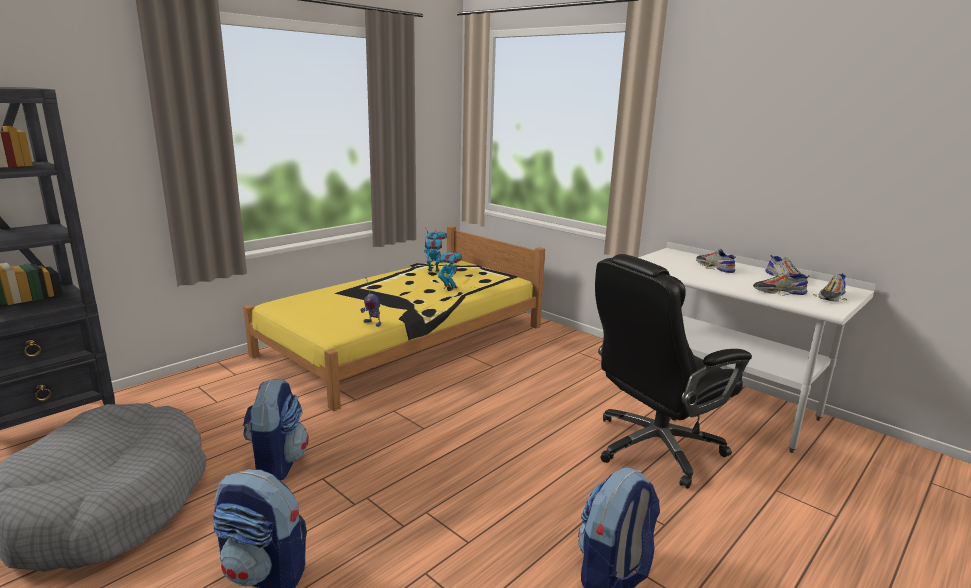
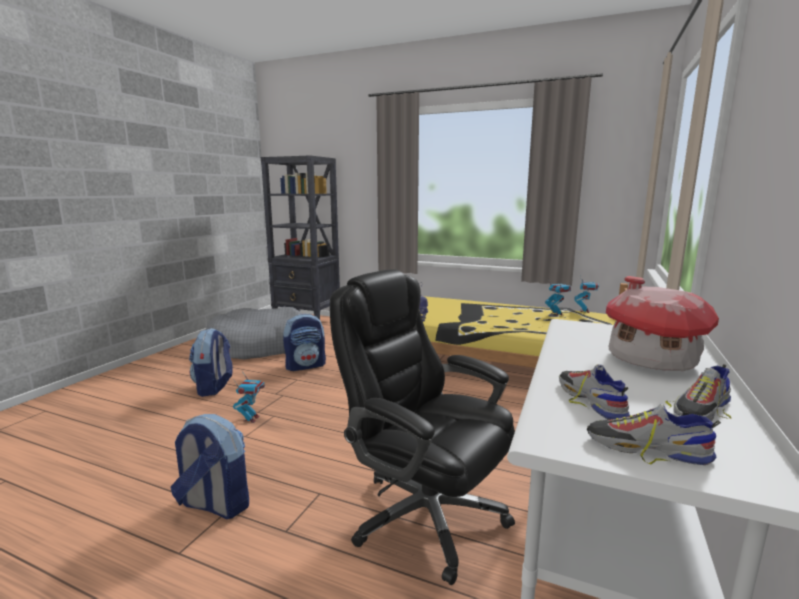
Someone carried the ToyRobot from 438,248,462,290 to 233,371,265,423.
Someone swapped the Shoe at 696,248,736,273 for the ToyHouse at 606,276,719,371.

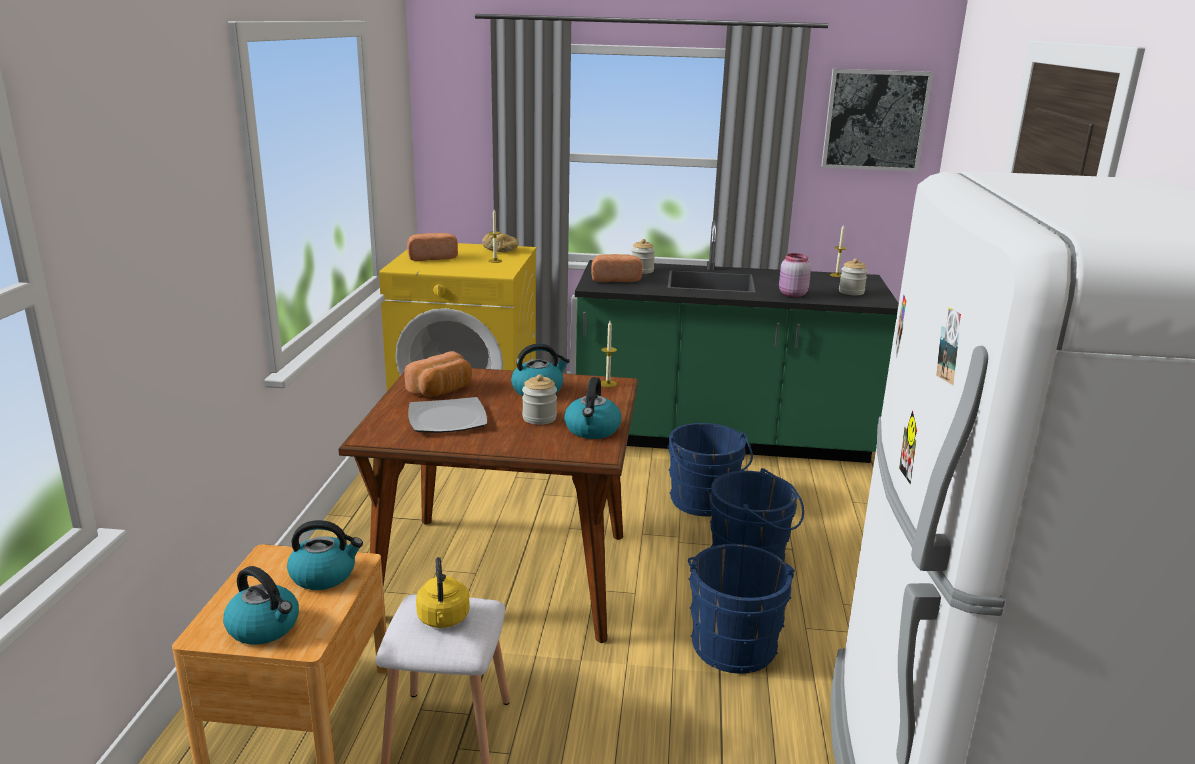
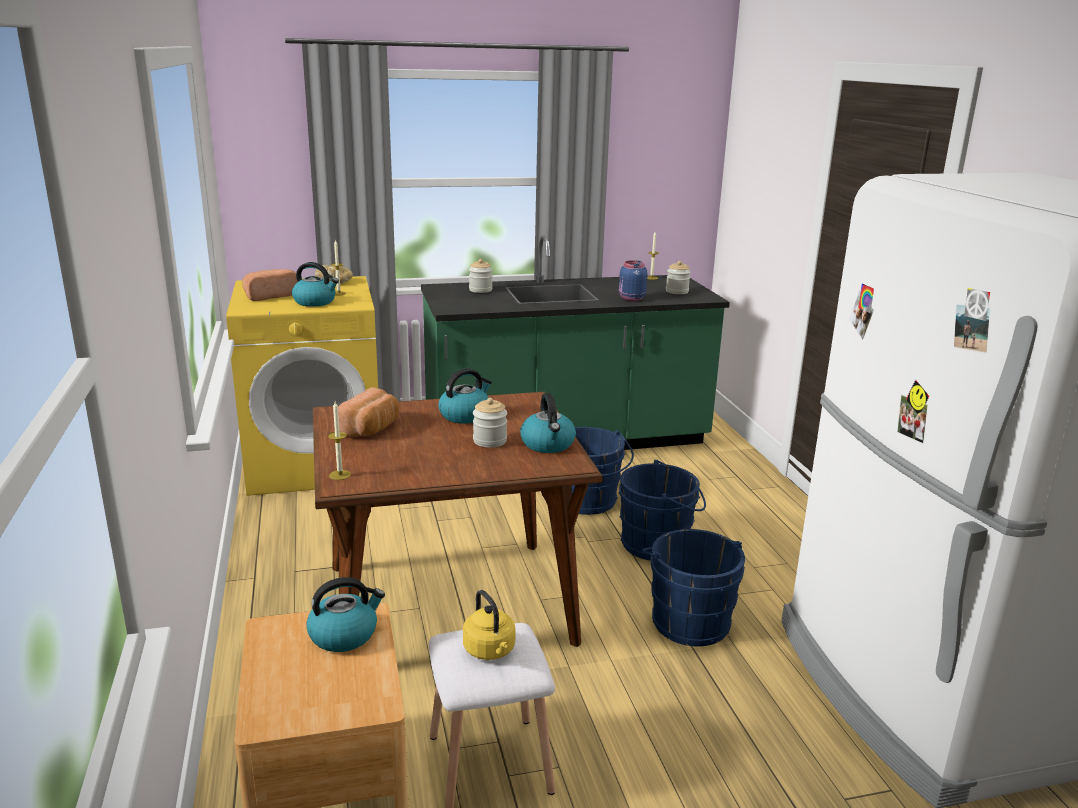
Someone carried the Kettle from 223,566,299,645 to 292,262,339,307.
Someone carried the Candle from 601,321,617,388 to 328,401,351,480.
Someone repainted the PinkJar at 779,253,811,297, which became the BlueJar at 619,260,647,301.
Someone took away the Plate at 408,397,487,433.
Someone took away the Bread at 591,254,642,282.
Someone took away the Picture at 821,69,933,171.

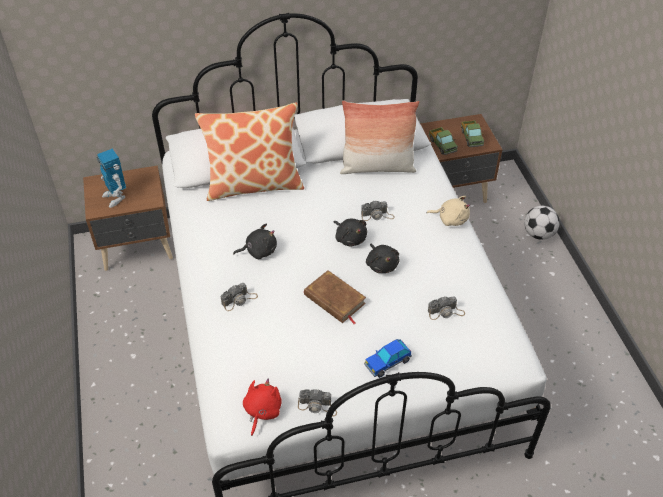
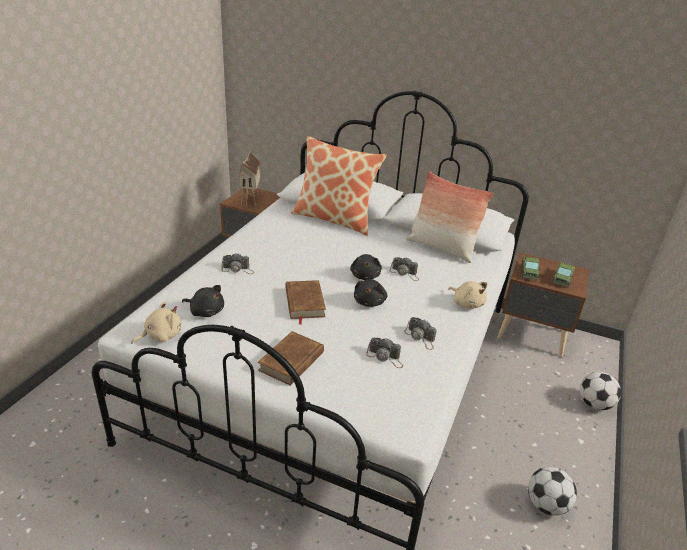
Someone repainted the RedPlushToy at 243,379,282,436, which became the BeigePlushToy at 131,301,181,344.
Someone carried the BlackPlushToy from 233,223,277,259 to 182,285,224,317.
Someone swapped the ToyRobot at 97,149,126,208 for the ToyHouse at 239,151,261,208.
Someone swapped the ToyCar at 364,339,412,378 for the BrownBook at 258,331,324,386.
Someone carried the PhotoCamera from 298,389,337,417 to 404,317,436,350.
Someone put down the Football at 528,467,577,515.

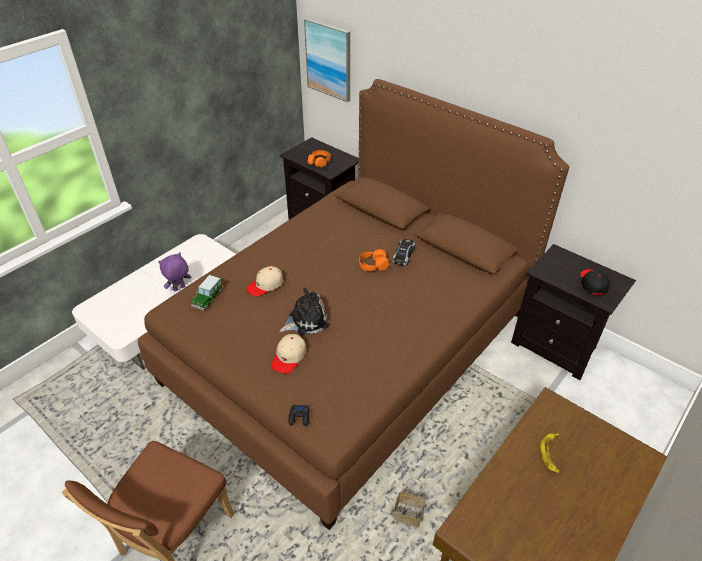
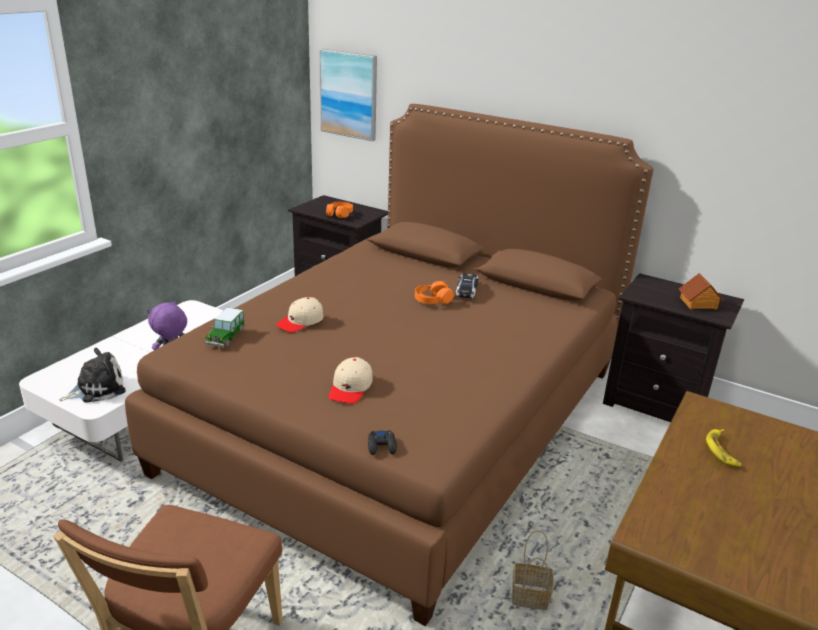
Someone carried the PlushToy from 279,288,329,335 to 59,348,126,403.
Someone swapped the BlackCap at 581,269,610,295 for the ToyHouse at 679,273,724,310.

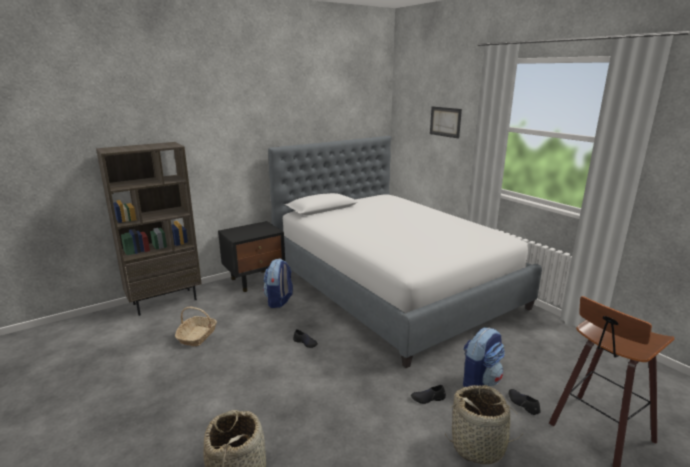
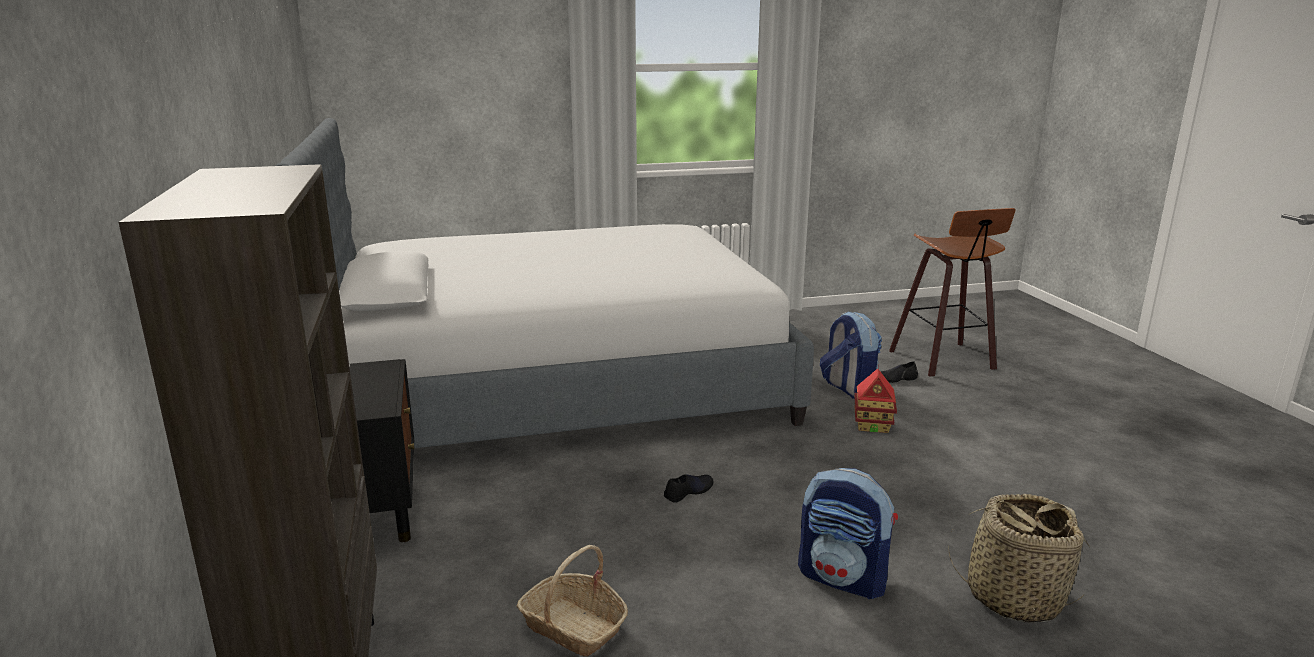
Someone carried the Backpack from 263,258,293,308 to 798,468,898,599.
Someone swapped the BlackShoe at 411,385,446,404 for the ToyHouse at 854,369,897,433.
Someone took away the Picture at 430,106,462,139.
Someone took away the Basket at 445,385,522,464.

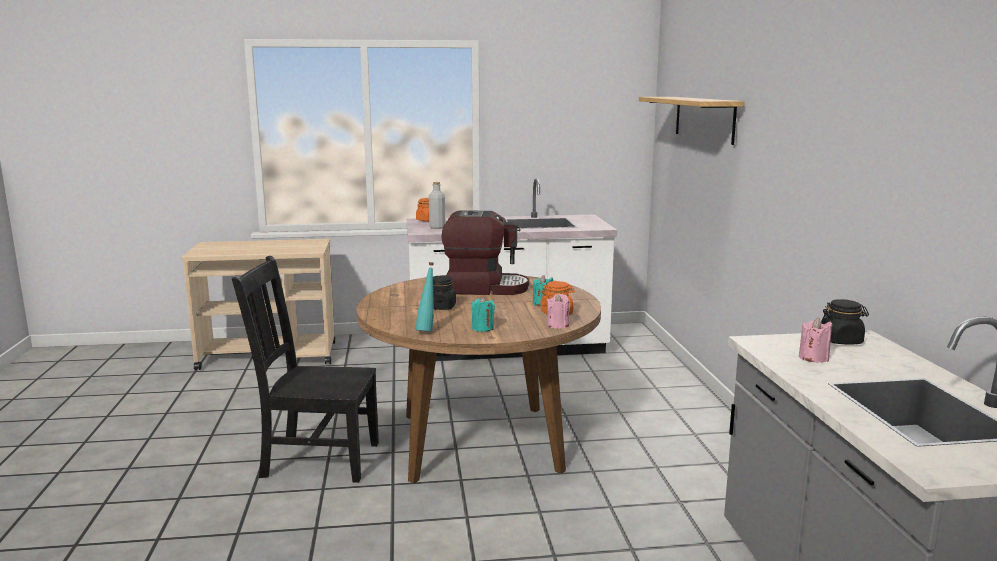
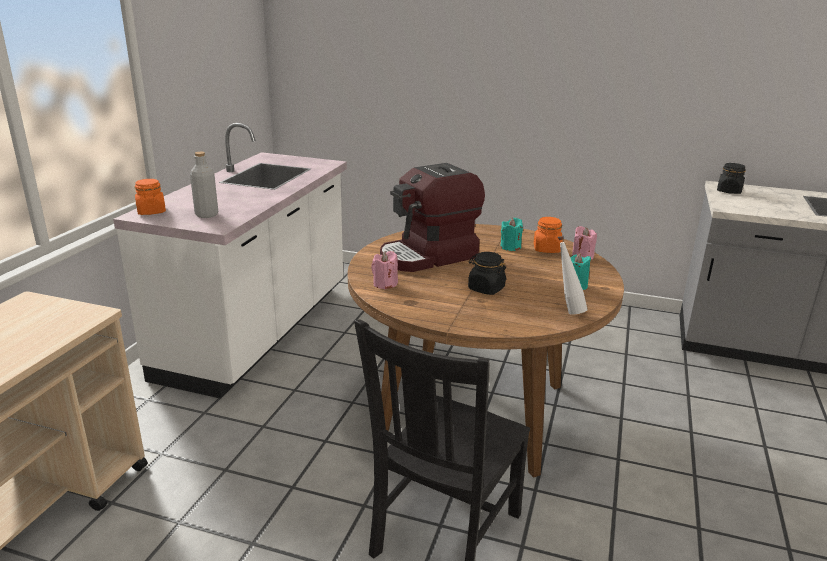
Someone carried the PinkCandle from 799,318,833,363 to 371,251,398,289.
Someone rotated the CoffeeMachine at 441,210,529,295 by 150 degrees counterclockwise.
Someone repainted the TurquoiseBottle at 416,262,434,332, which became the WhiteBottle at 558,236,588,315.
Someone took away the Shelf at 639,97,744,145.

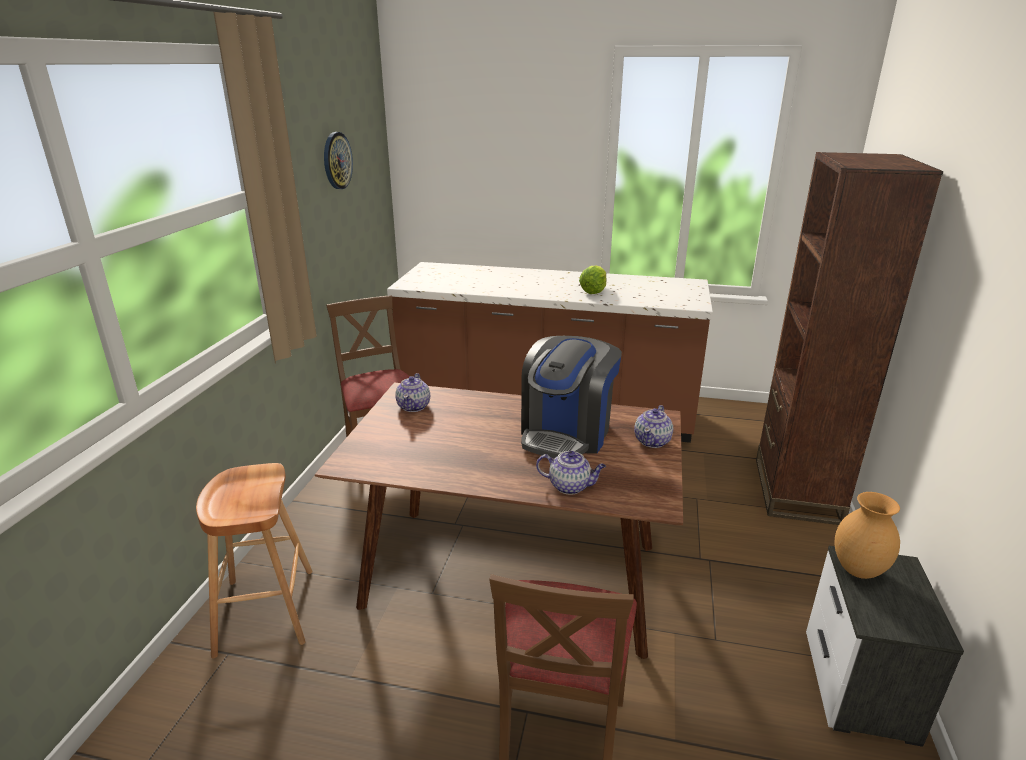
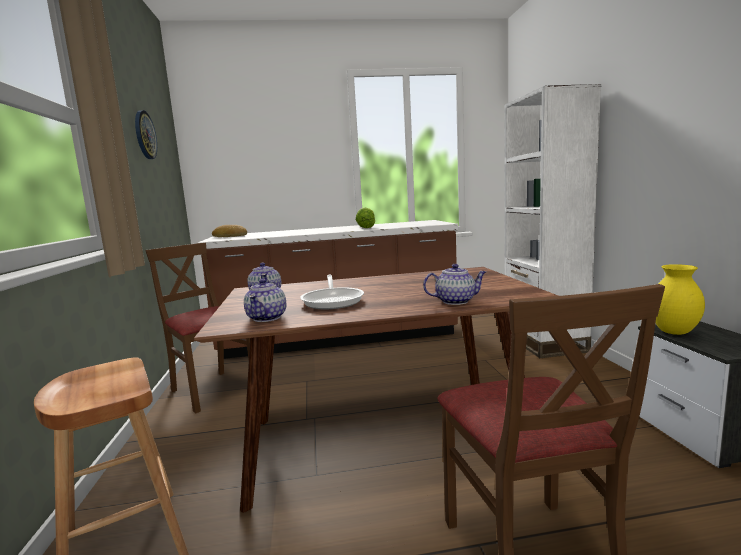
Someone put down the Bread at 212,225,247,237.
Someone carried the Teapot from 634,405,673,448 to 244,279,286,322.
Someone put down the FryingPan at 300,275,364,309.
Someone repainted the BrownBookcase at 756,152,943,525, which became the WhiteBookcase at 504,84,601,358.
Someone repainted the BrownVase at 834,492,900,579, which became the YellowVase at 656,264,705,335.
Someone took away the CoffeeMachine at 521,336,622,458.

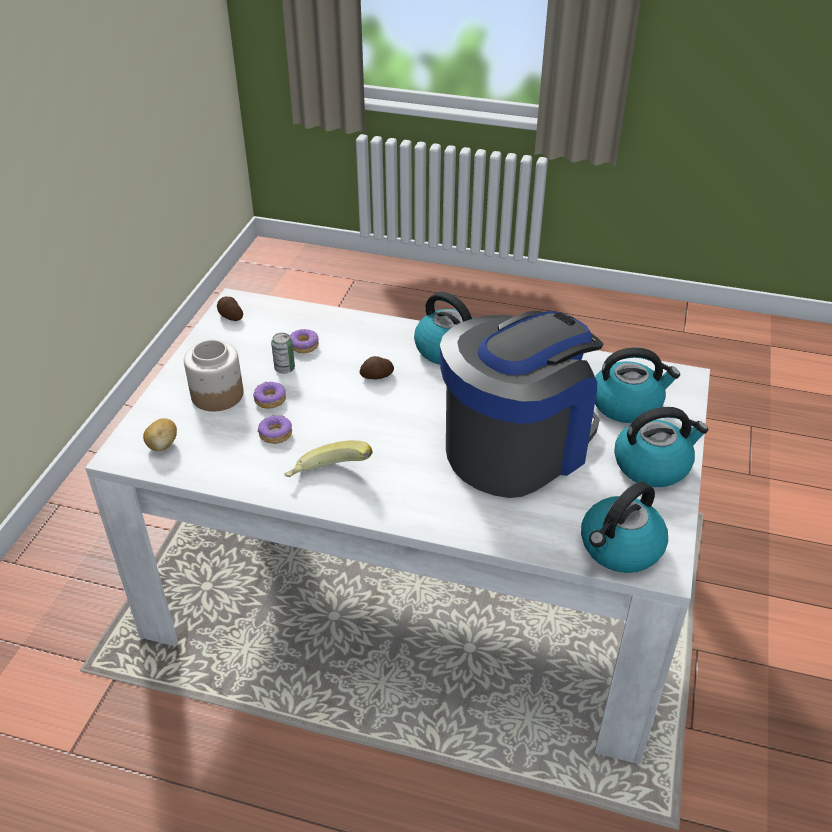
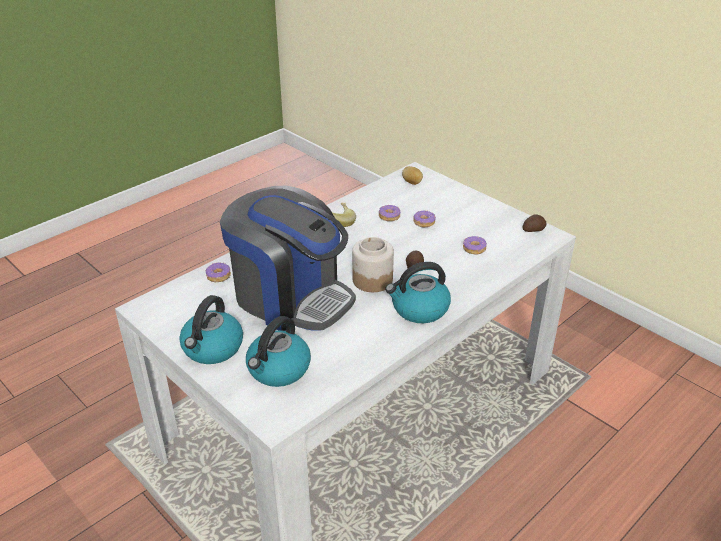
Someone put down the Donut at 206,262,231,282.
Someone rotated the CoffeeMachine at 440,311,604,498 by 45 degrees counterclockwise.
Someone carried the Jar from 184,340,243,411 to 352,237,394,292.
Someone took away the Can at 271,333,295,374.
Someone took away the Kettle at 581,482,668,573.

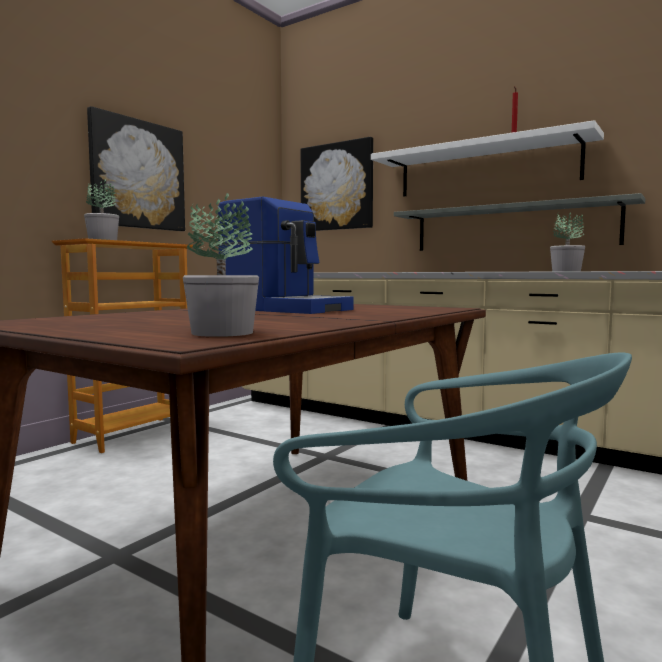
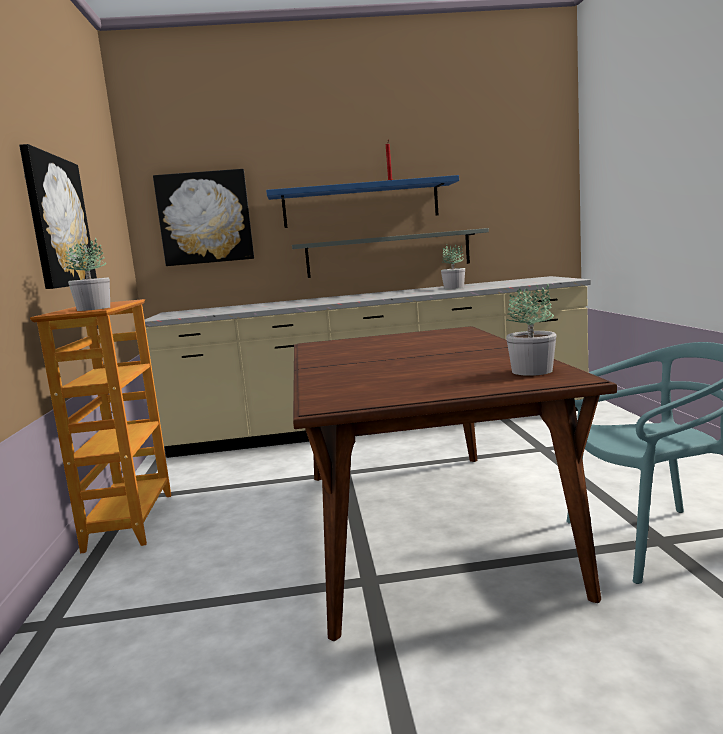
Someone repainted the WhiteShelf at 371,120,604,196, which became the BlueShelf at 266,175,459,228.
Someone took away the CoffeeMachine at 218,197,354,314.

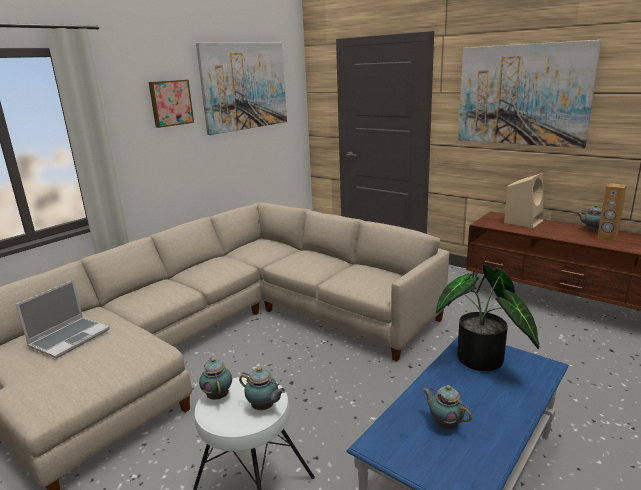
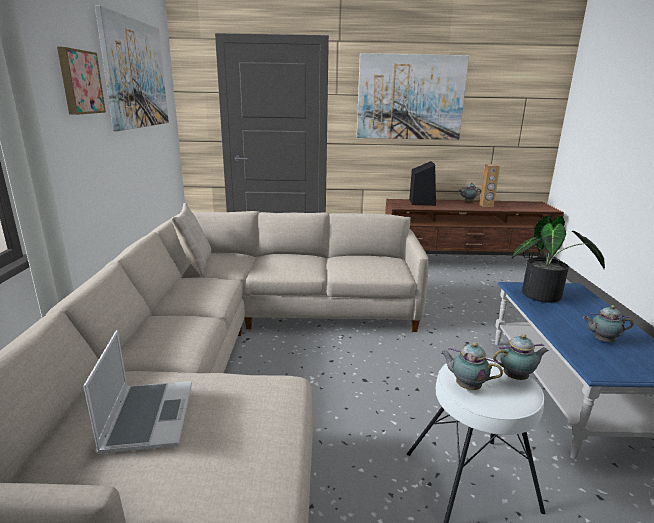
Someone put down the BeigePillow at 171,203,211,275.
Someone repainted the BeigeSpeaker at 504,173,544,228, which became the BlackSpeaker at 409,161,436,206.

